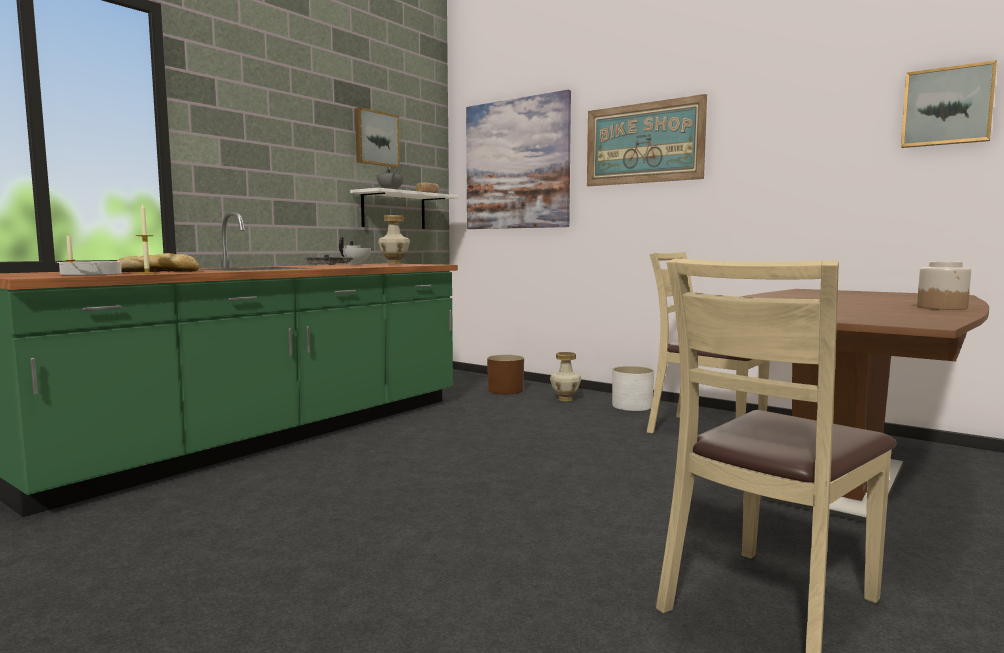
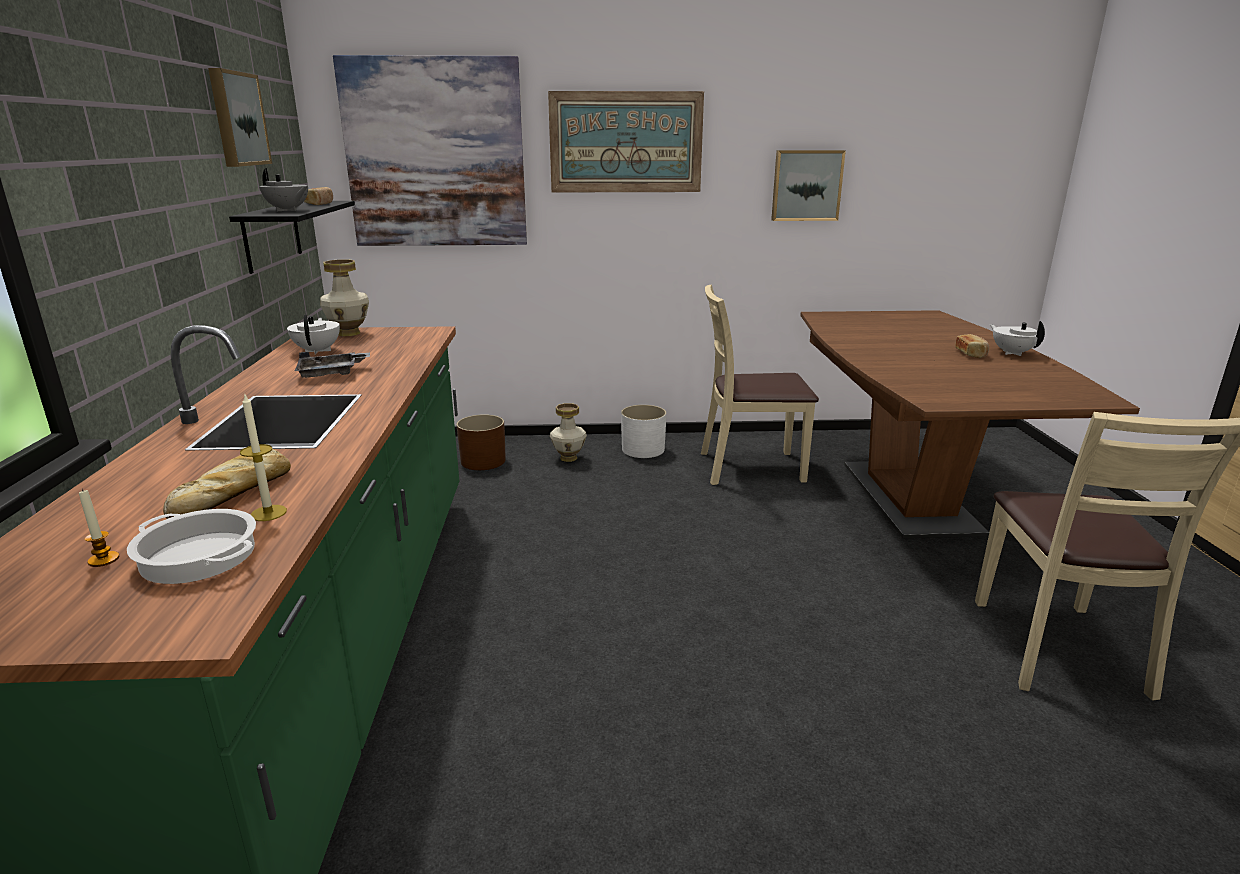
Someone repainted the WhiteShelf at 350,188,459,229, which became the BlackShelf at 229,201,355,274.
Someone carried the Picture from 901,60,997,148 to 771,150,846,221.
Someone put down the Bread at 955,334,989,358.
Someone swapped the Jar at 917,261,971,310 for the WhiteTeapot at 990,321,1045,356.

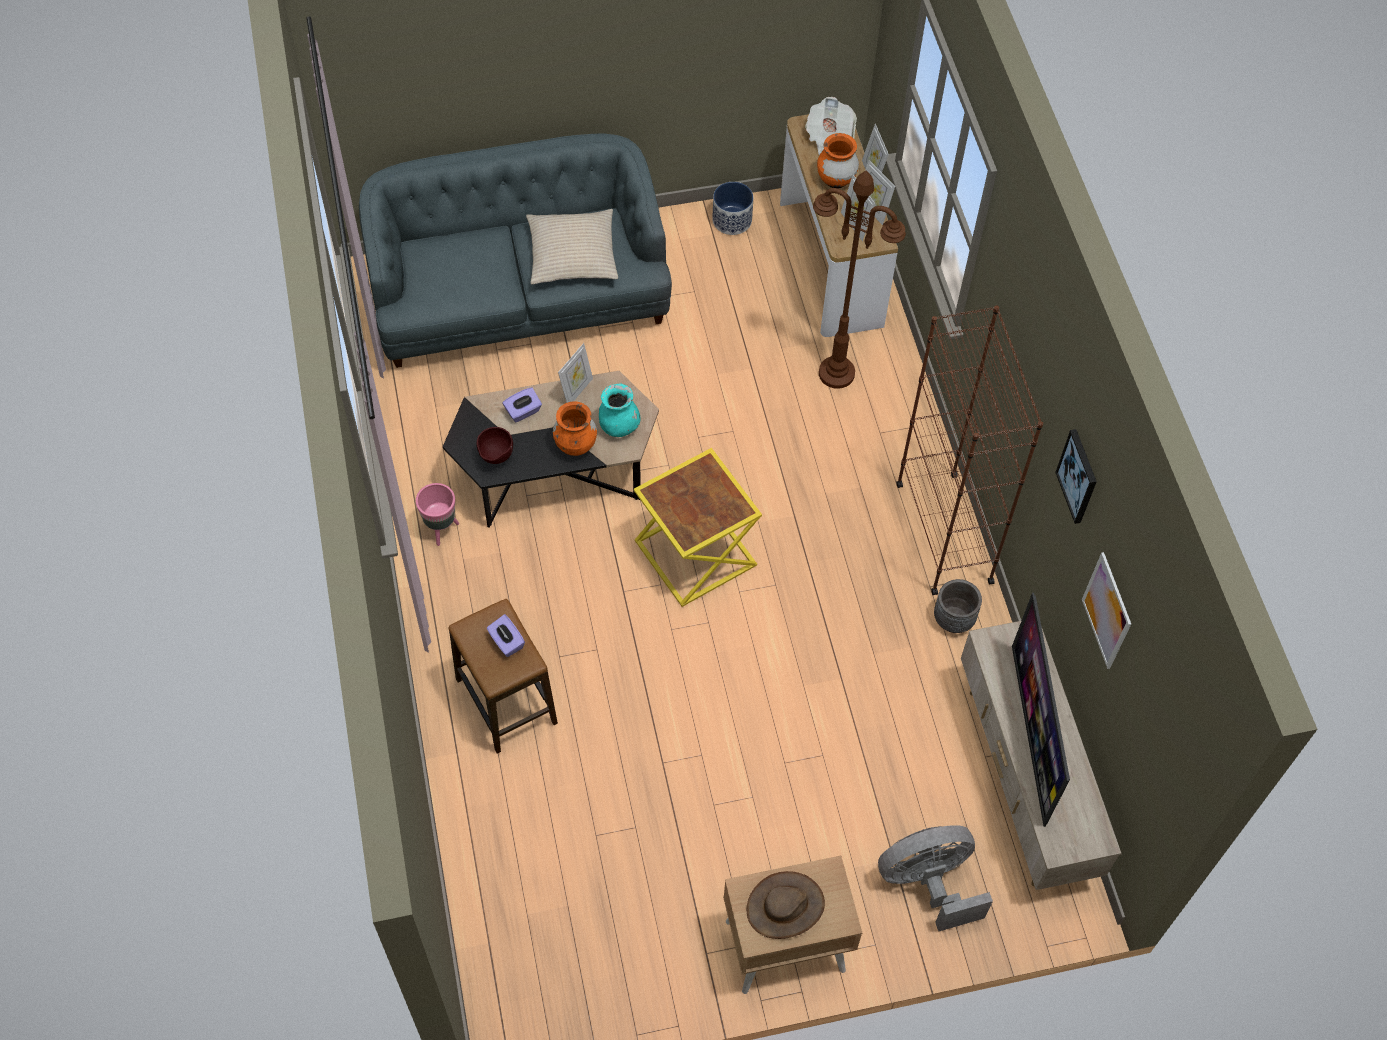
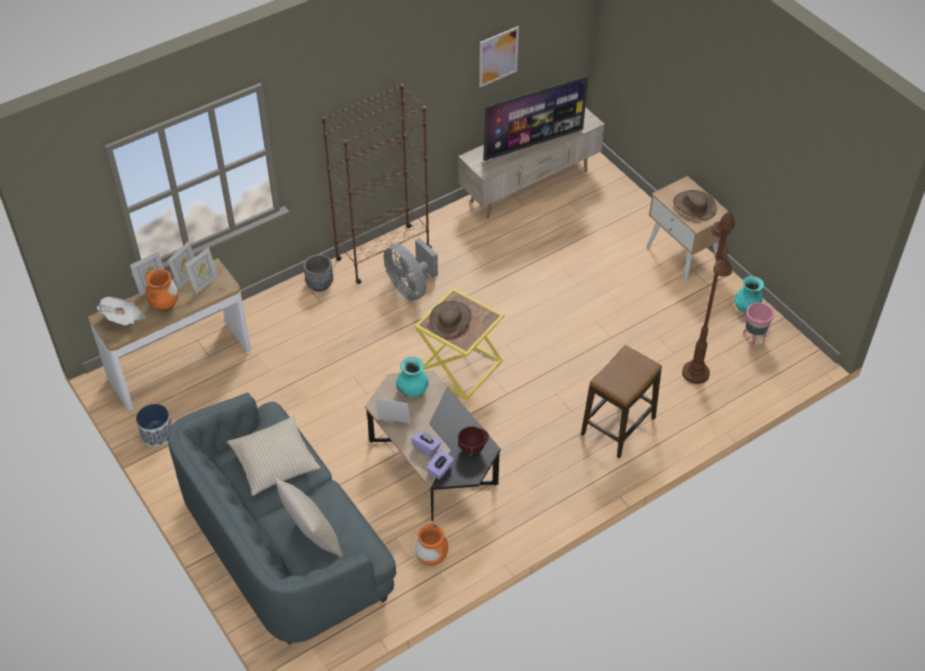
Someone put down the BeigePillow at 274,477,343,558.
Someone carried the GreyPlanter from 934,579,982,633 to 303,254,333,292.
Someone carried the GreyFan from 878,825,993,931 to 384,238,438,301.
Someone carried the OrangeVase from 553,401,597,456 to 414,524,448,566.
Someone carried the PurpleTissueBox from 487,614,525,657 to 426,450,454,479.
Someone put down the BrownHat at 430,301,472,338.
Someone carried the BrownFloorLamp from 813,171,906,389 to 682,211,735,384.
Someone put down the TurquoiseVase at 734,276,764,313.
Someone carried the PinkPlanter from 416,483,459,546 to 743,303,774,349.
Someone took away the Picture at 1055,429,1097,524.

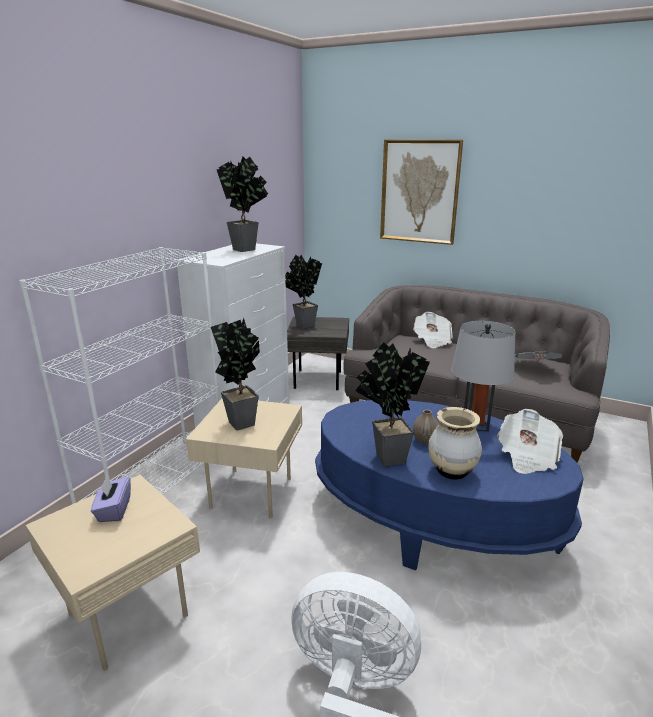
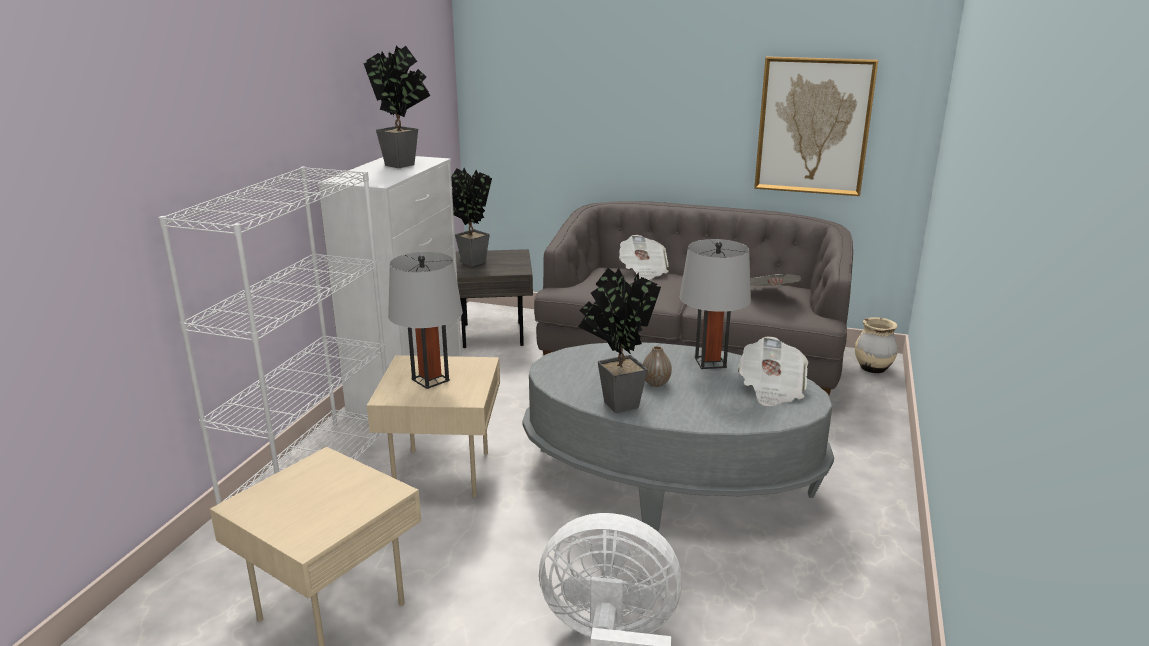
Someone swapped the PottedPlant at 211,318,260,430 for the GreyTableLamp at 388,252,463,389.
Someone repainted the BlueCoffeeTable at 315,400,584,570, which became the GreyCoffeeTable at 522,343,834,531.
Someone carried the Picture from 380,140,463,245 to 754,56,878,196.
Someone carried the BeigeVase from 428,407,482,480 to 855,317,898,373.
Someone took away the PurpleTissueBox at 91,476,131,522.

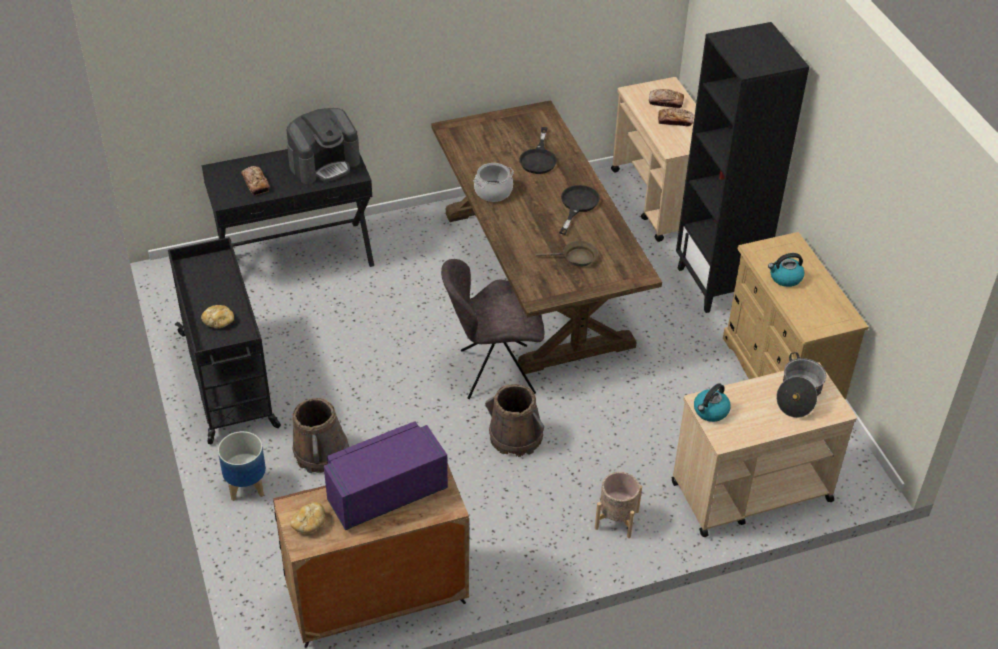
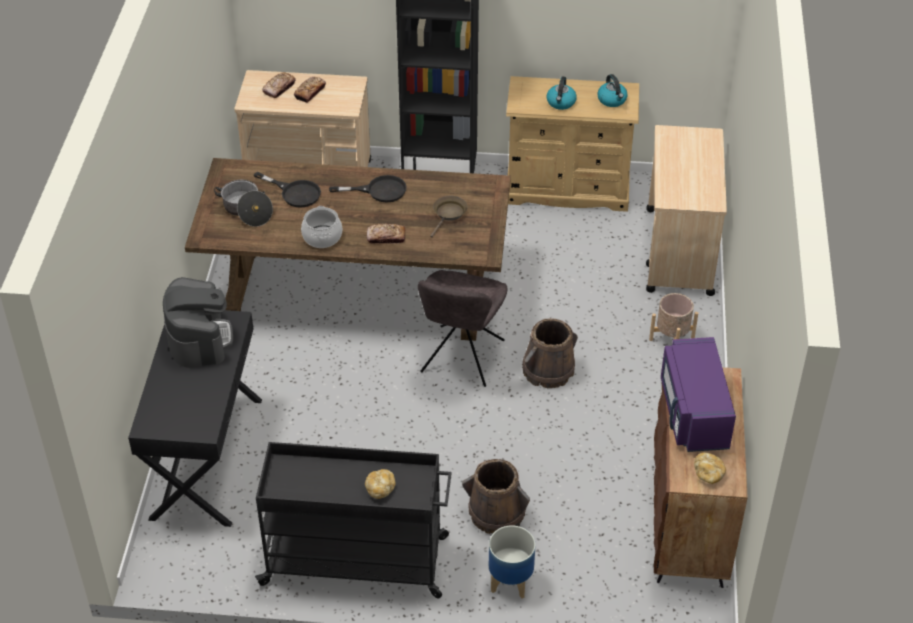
Someone carried the CookingPot from 776,352,826,418 to 214,180,273,227.
Someone rotated the BlackFryingPan at 559,185,600,235 by 135 degrees clockwise.
Someone carried the Bread from 241,166,270,195 to 367,224,405,244.
Someone carried the Kettle from 694,383,731,422 to 597,74,628,107.

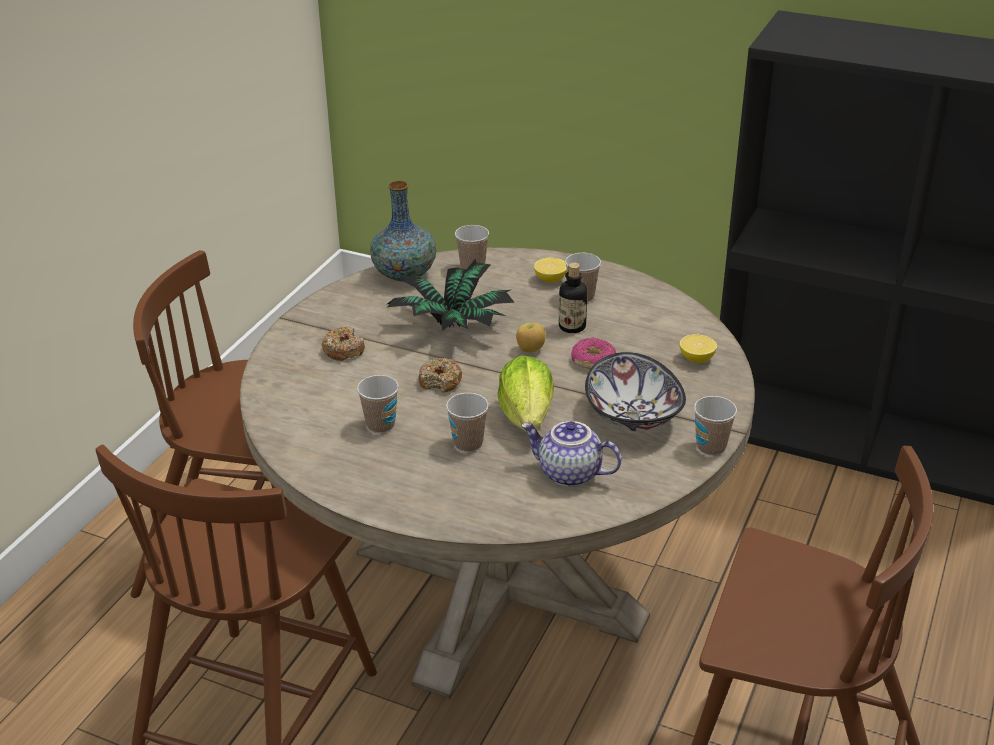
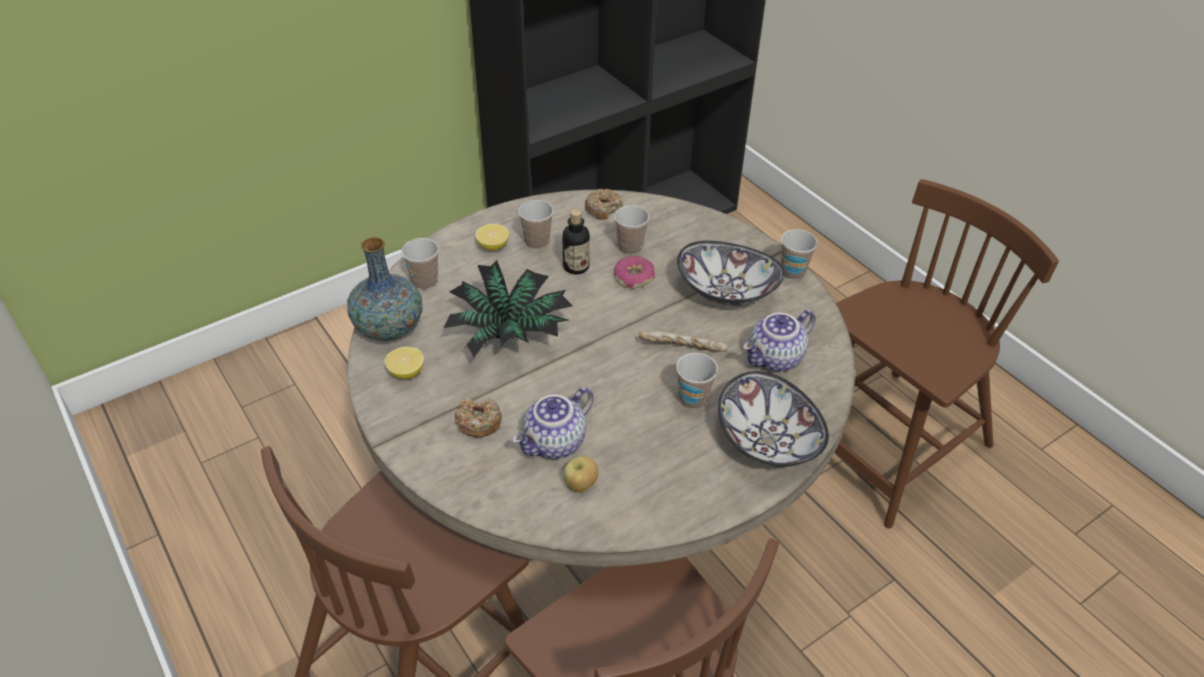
Someone carried the Lemon from 679,334,717,363 to 385,347,424,379.
Someone put down the Teapot at 512,387,594,459.
Someone carried the Apple from 516,323,545,352 to 564,456,599,493.
Someone carried the Donut from 418,358,463,393 to 585,189,623,220.
Someone carried the Cup from 357,375,399,433 to 614,205,649,255.
Someone swapped the Lettuce at 498,355,554,432 for the Bread at 639,331,728,352.
Someone put down the Bowl at 718,371,829,467.

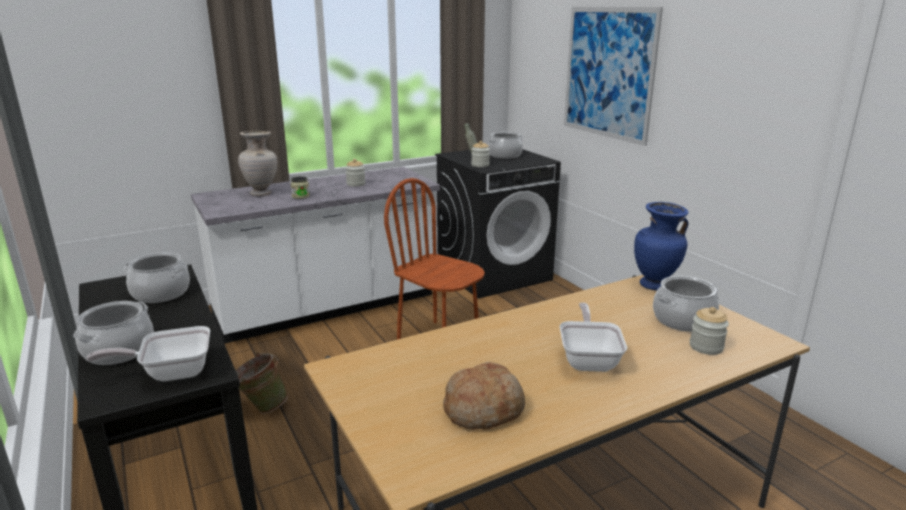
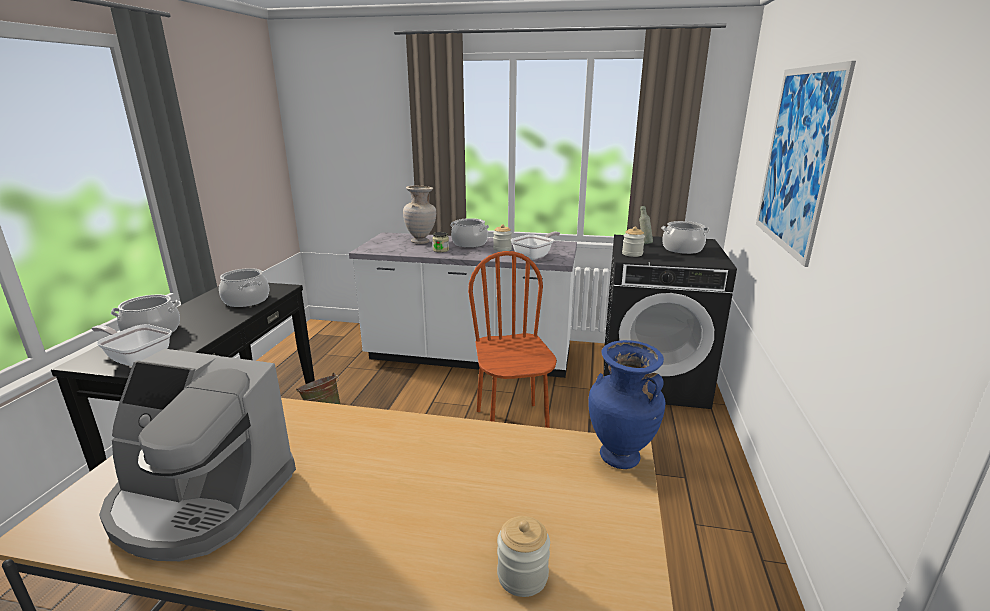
Someone swapped the Bread at 443,362,525,430 for the CoffeeMachine at 99,349,296,561.
Someone carried the CookingPot from 653,276,719,332 to 450,218,489,247.
Someone carried the FryingPan from 560,303,627,372 to 511,232,560,260.

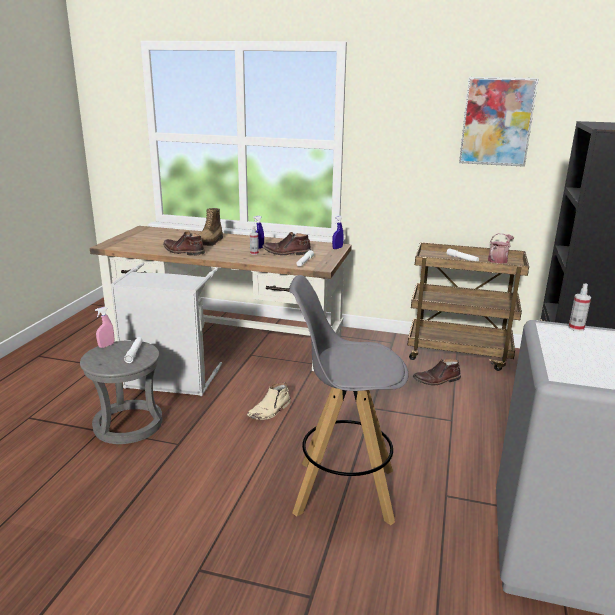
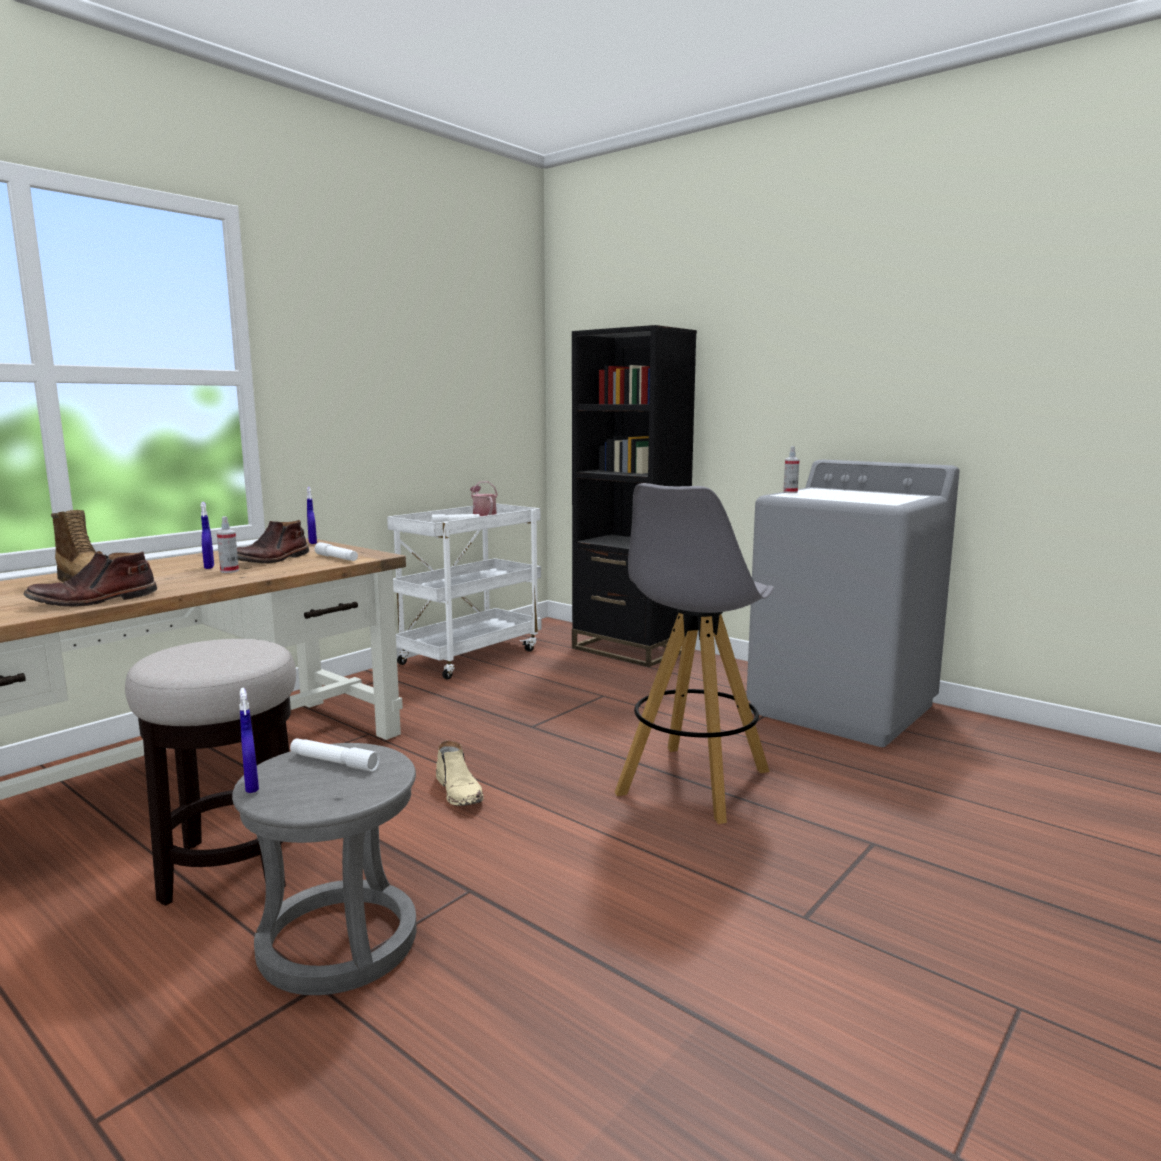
Someone swapped the GreyLaundryBasket at 111,263,222,396 for the Stool at 125,639,296,906.
Someone repainted the PinkSprayBottle at 95,307,114,348, which became the BlueSprayBottle at 239,688,259,793.
Someone repainted the BrownCart at 408,242,529,371, which became the WhiteCart at 387,503,542,680.
Someone took away the BrownBoot at 413,359,461,385.
Someone took away the Picture at 459,77,539,167.

